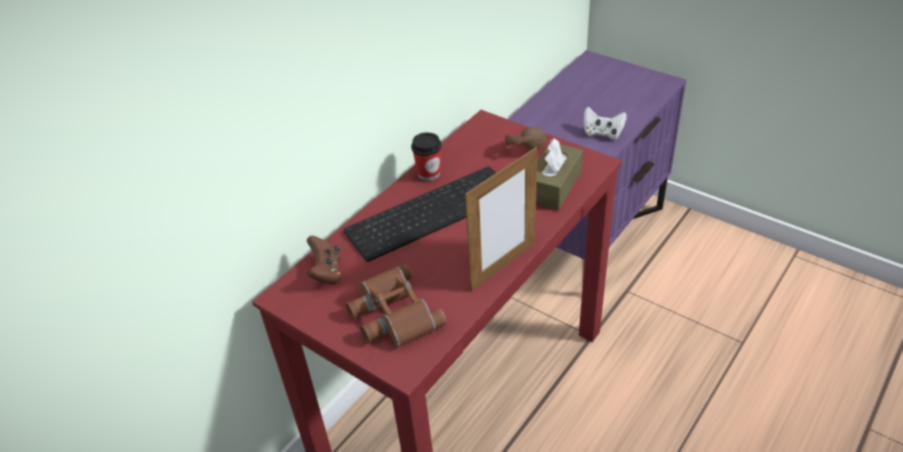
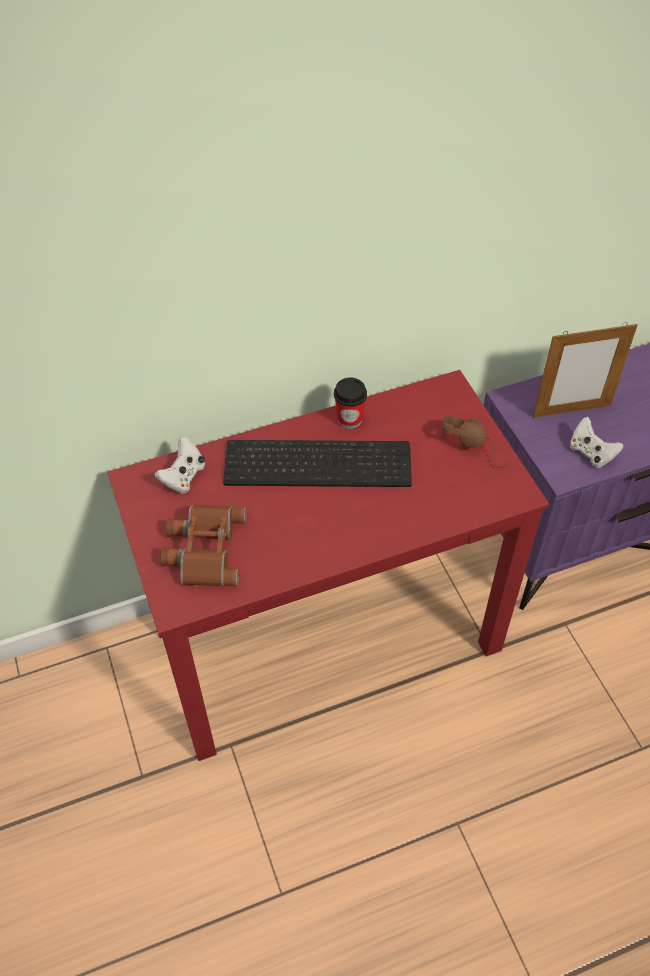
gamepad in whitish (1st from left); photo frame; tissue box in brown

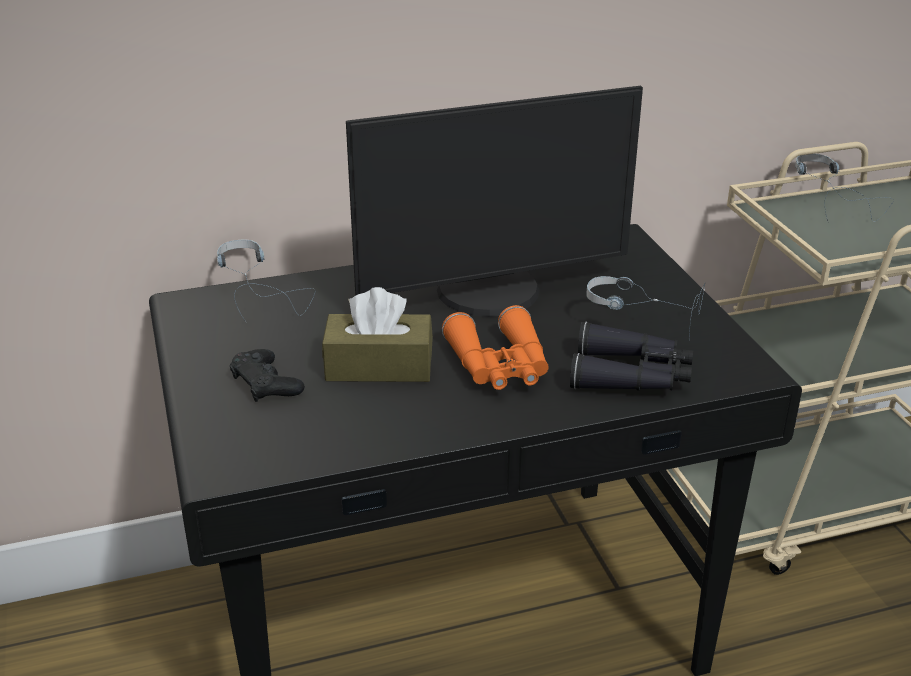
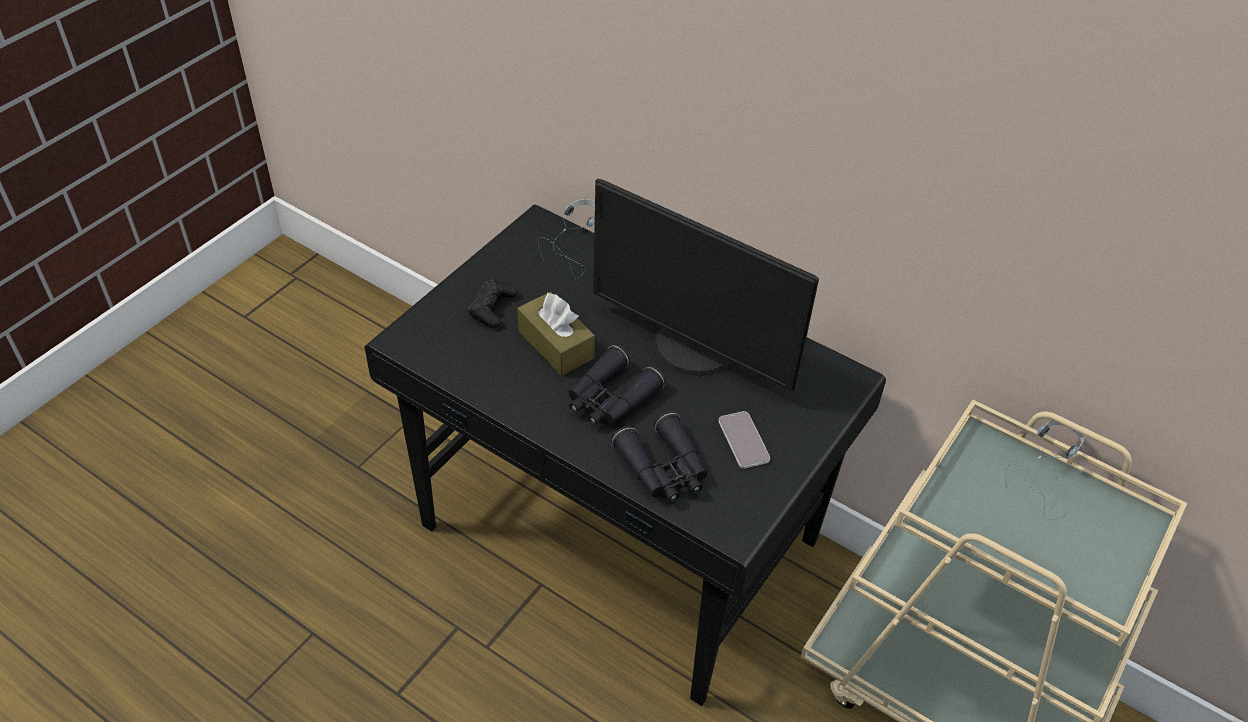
binoculars in black (1st from left); telephone

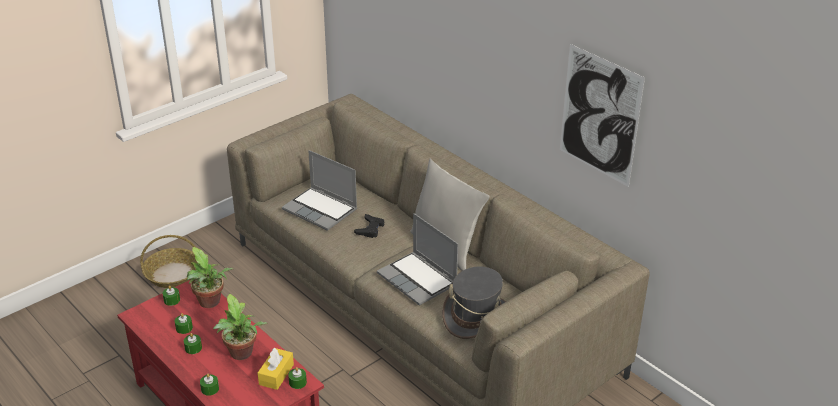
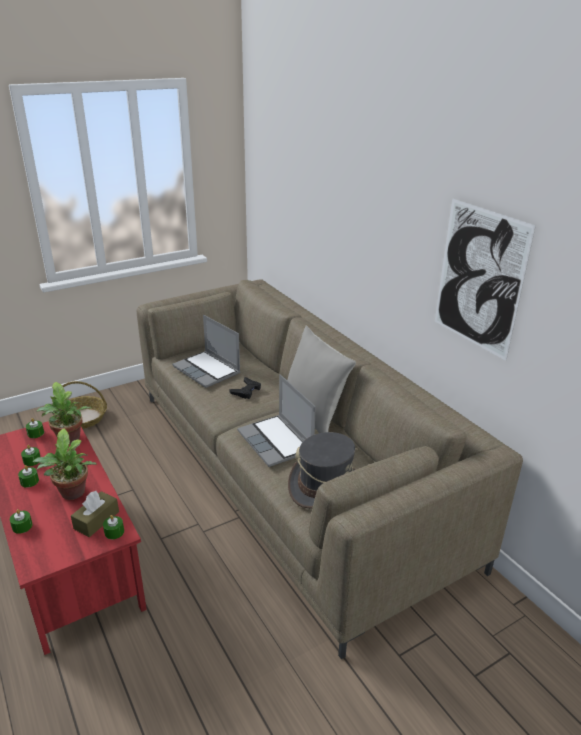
tissue box in brown

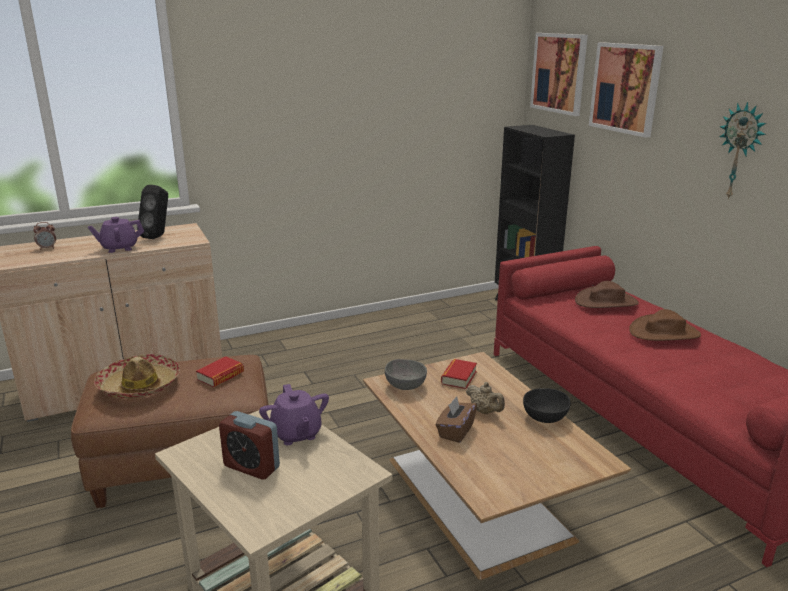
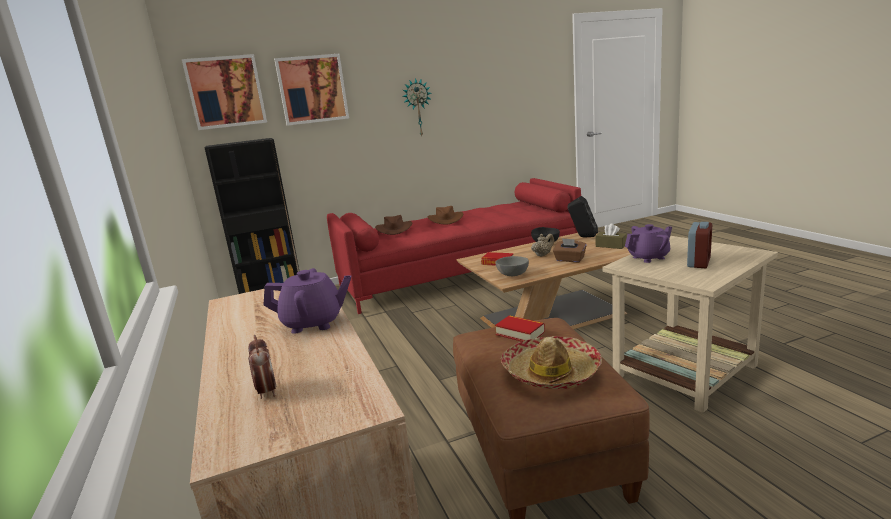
pot for tea in purple (1st from left); audio speaker in black; tissue box in brown (2nd from left)

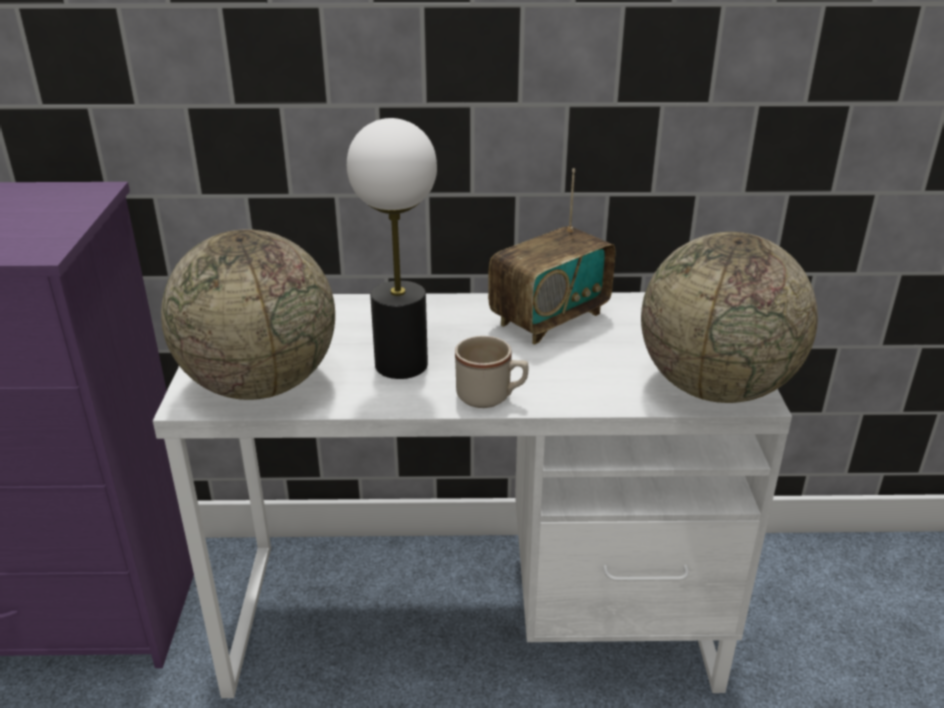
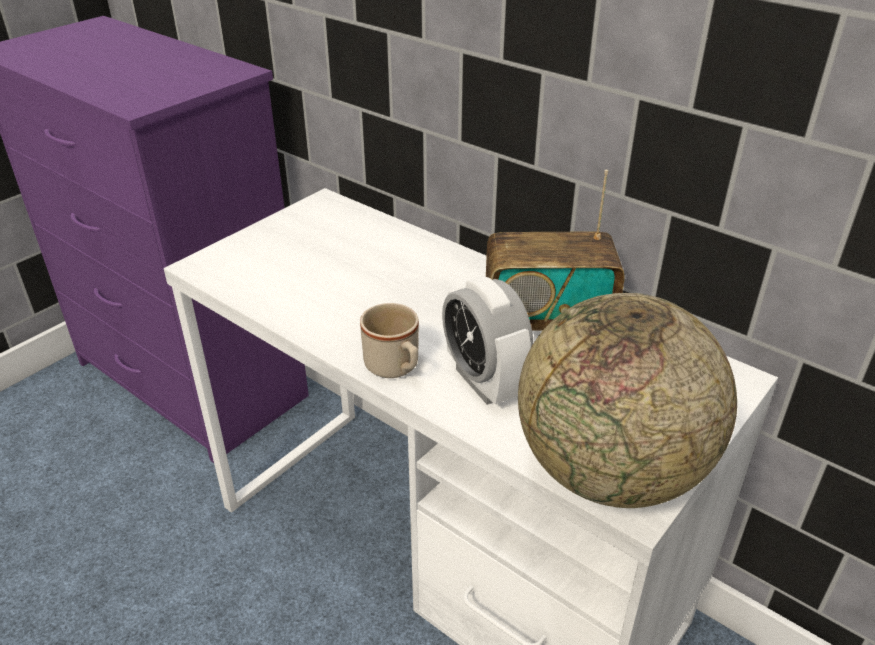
globe (1st from left in the first image); tabletop lamp; alarm clock

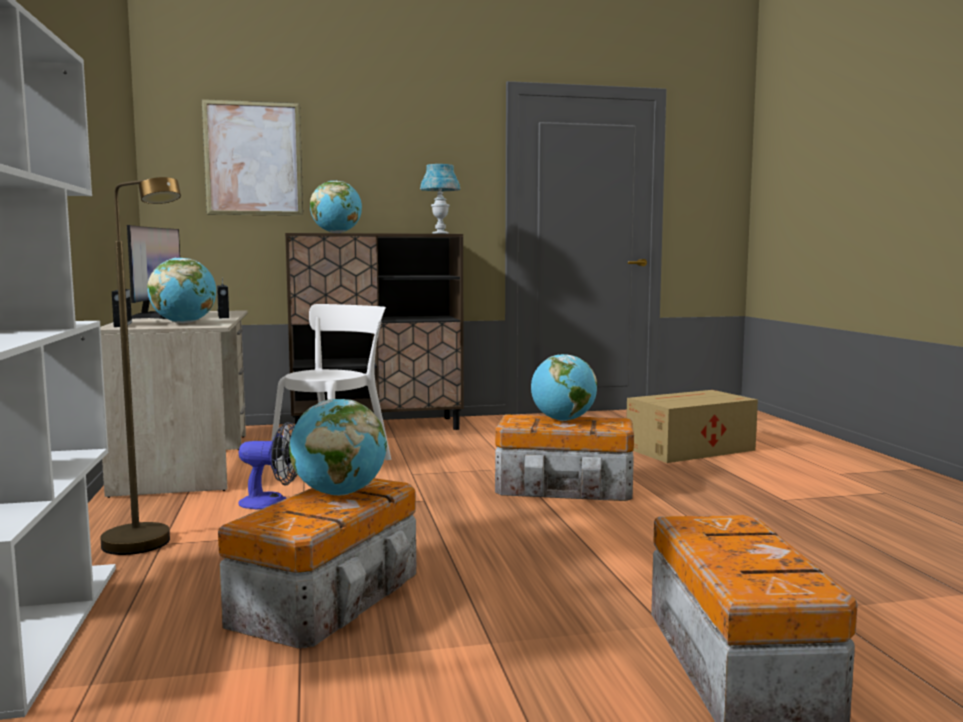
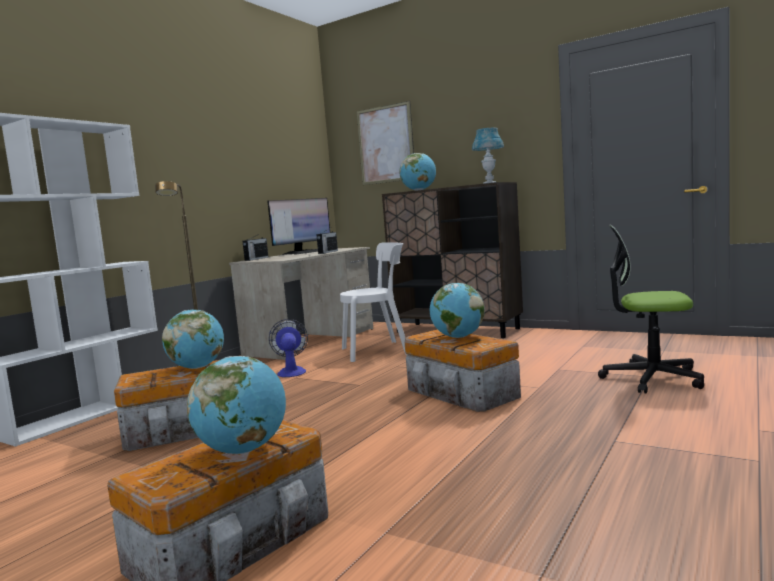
globe (2nd from left); cooling fan; office chair

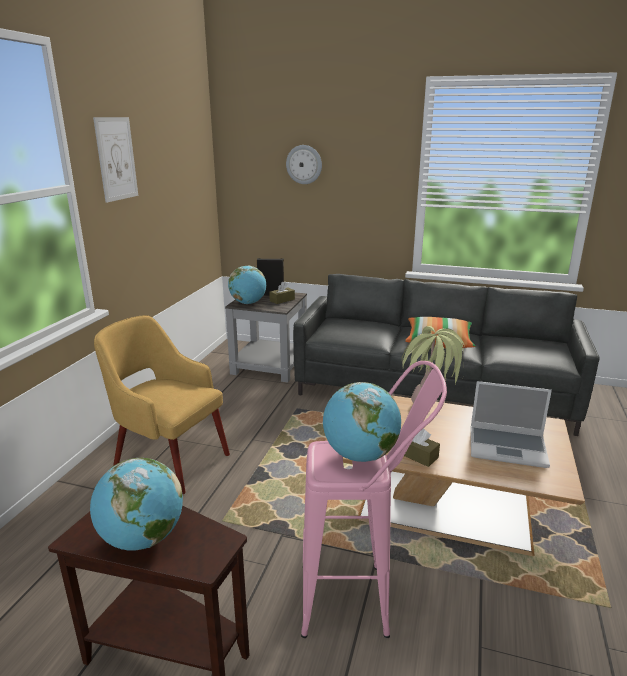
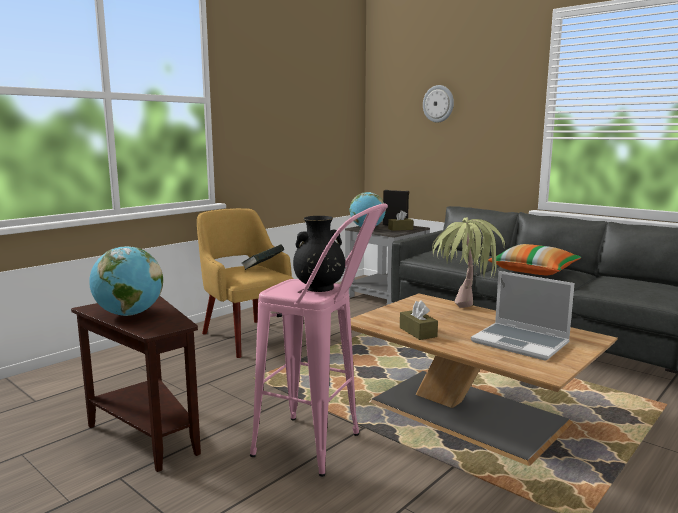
wall art; flower vase in black; volume

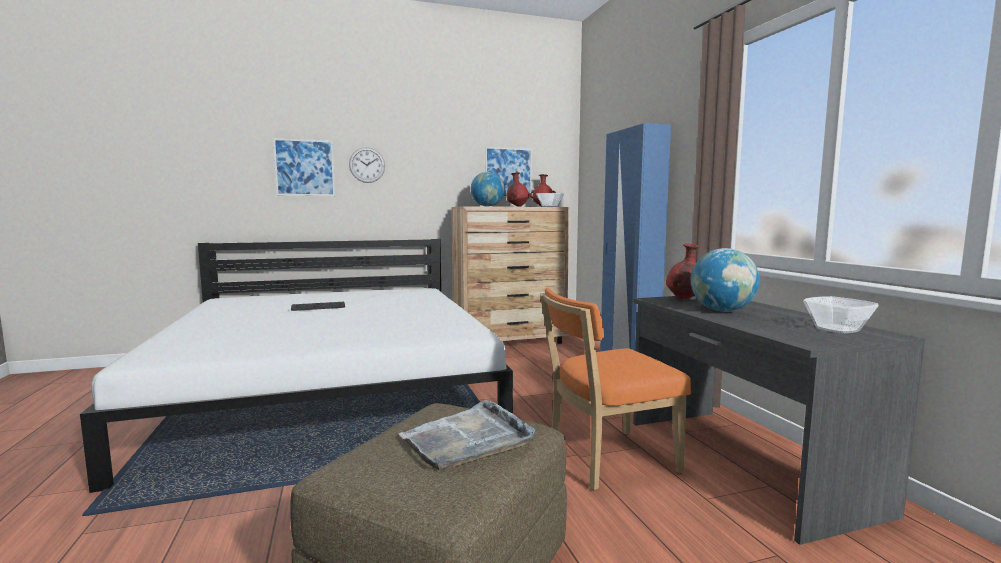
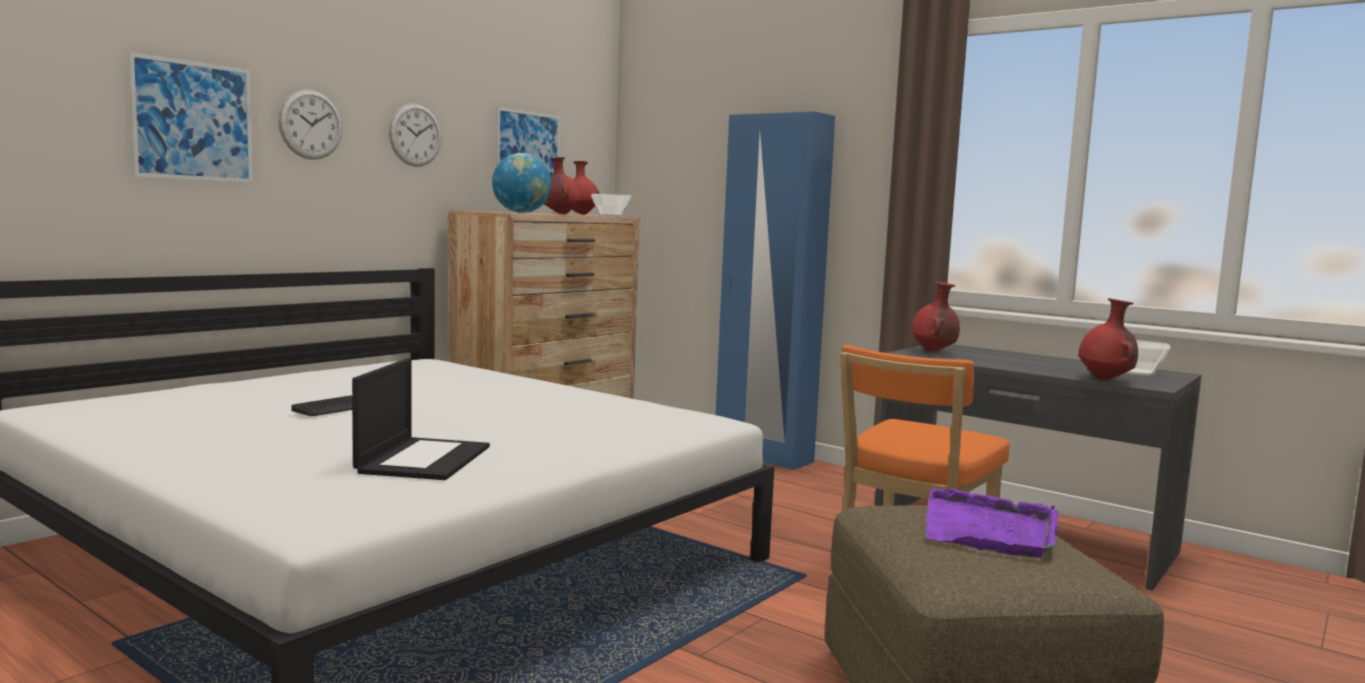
carrying tray in purple; globe (2nd from left in the first image); portable computer; wall clock (2nd from left); flower vase in red (4th from left)

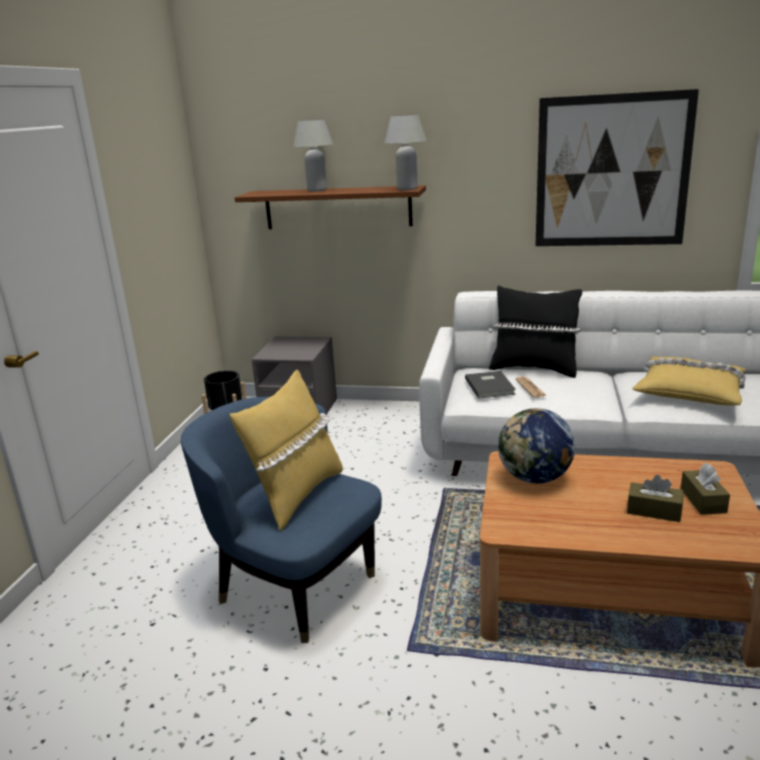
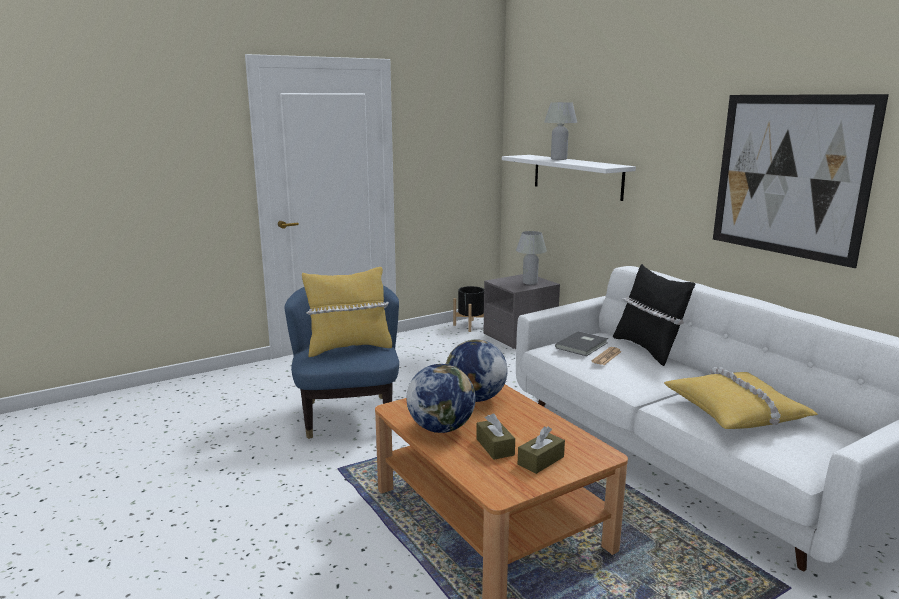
wall shelf in whitish; tabletop lamp in whitish (1st from left); globe (1st from left)

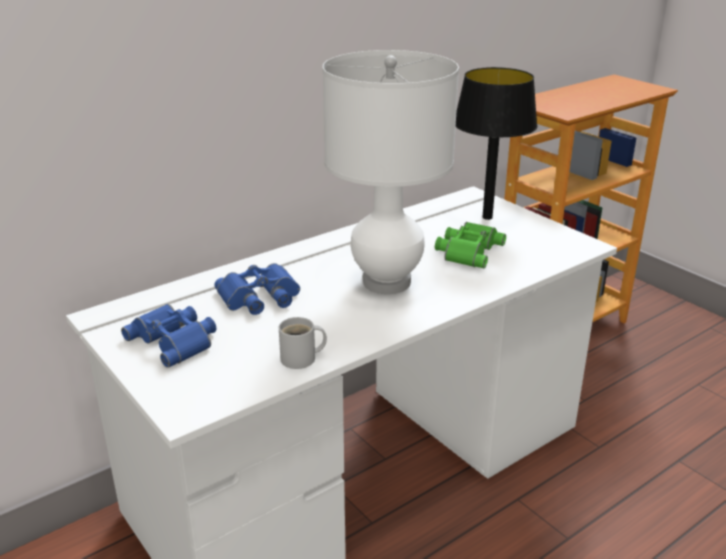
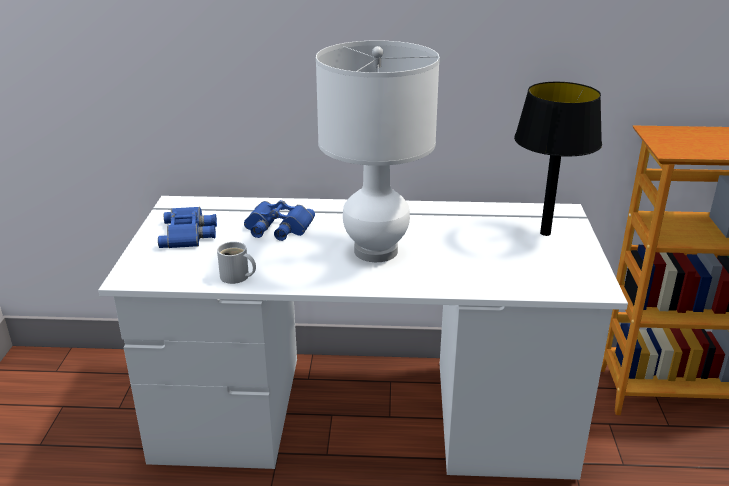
binoculars in green

